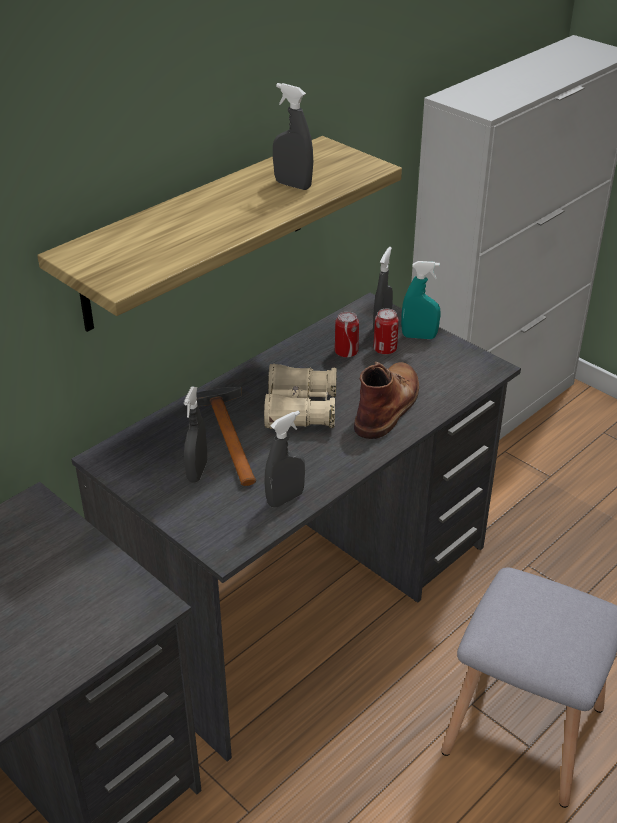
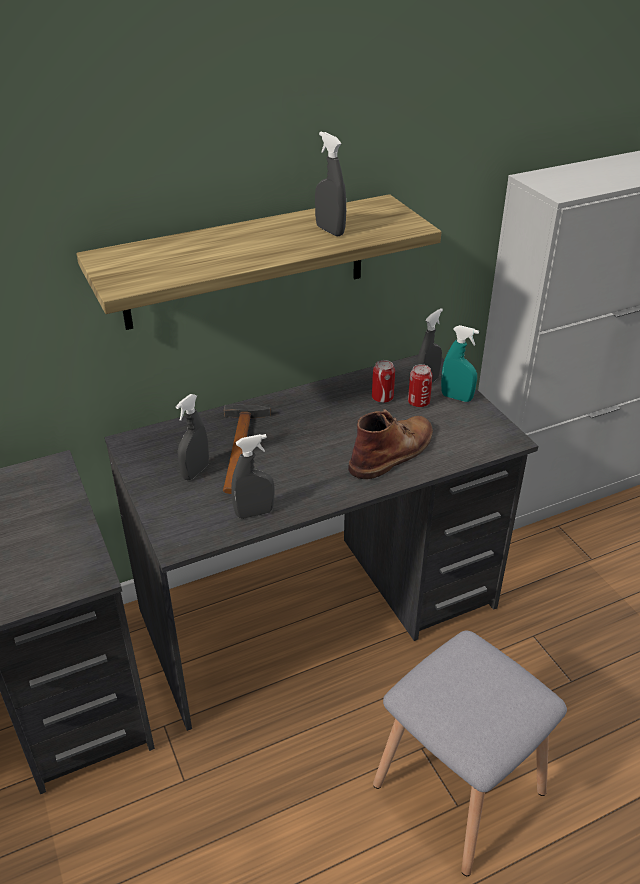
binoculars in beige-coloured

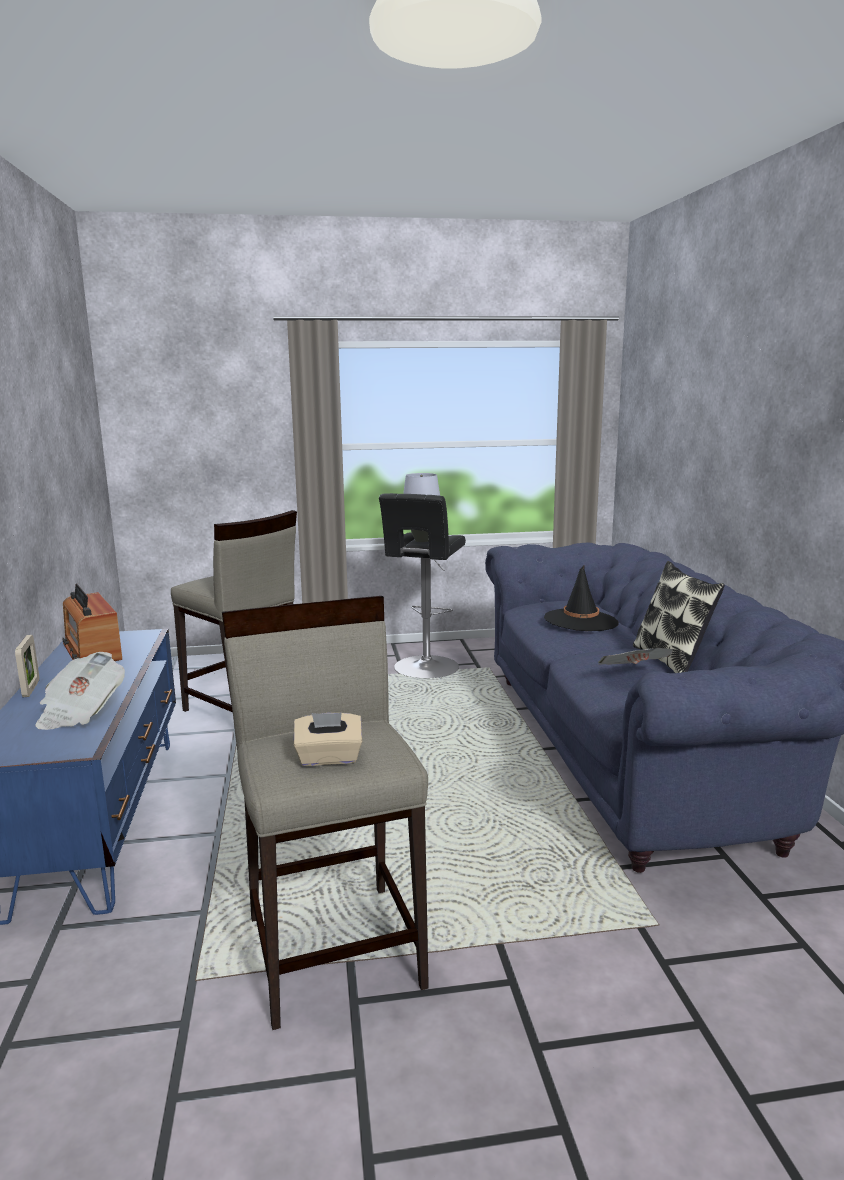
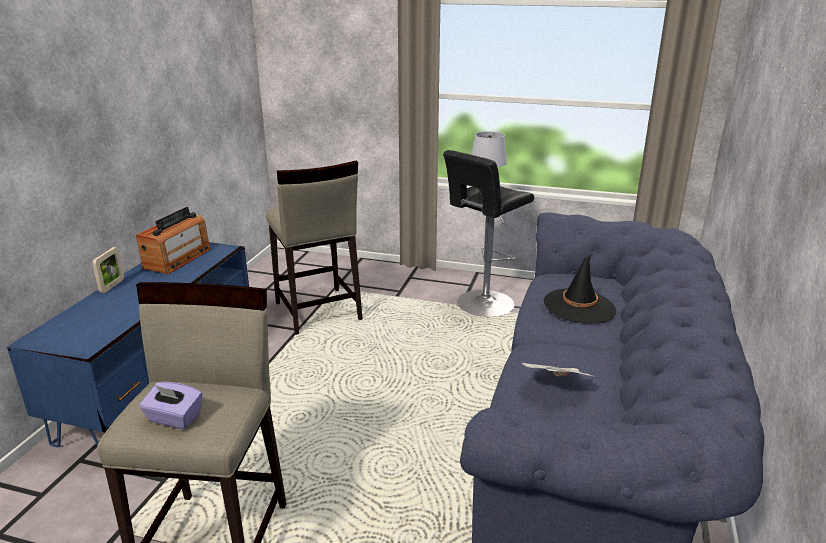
daily paper (1st from left in the first image); radio set; tissue box in purple; throw pillow

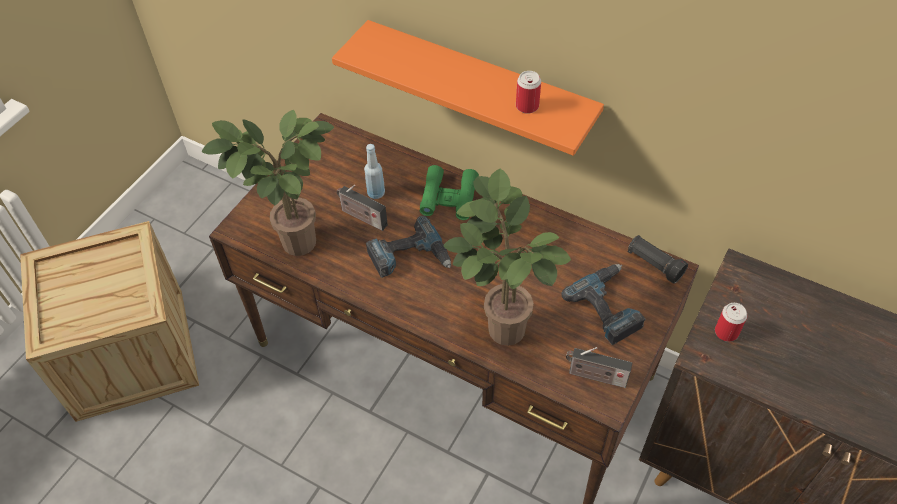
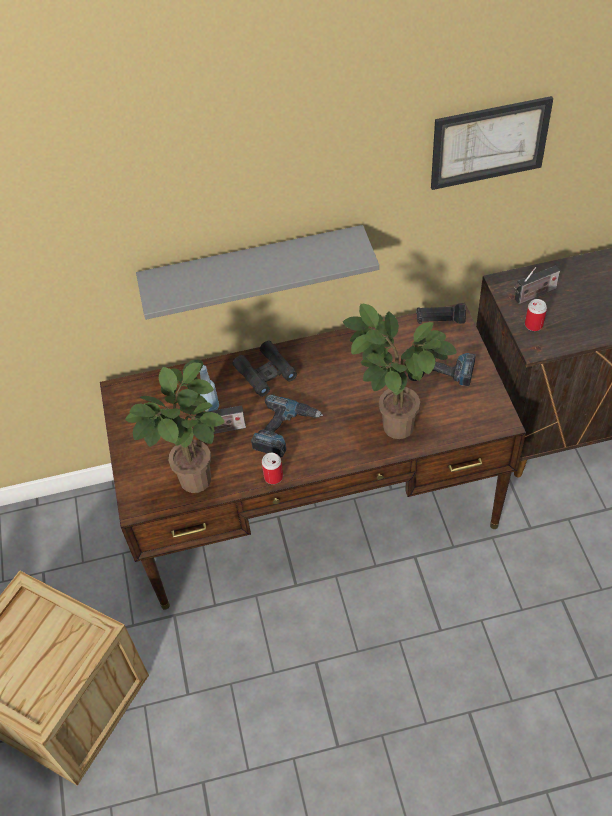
wall shelf in gray; binoculars in black; metal can (1st from left); radio set (2nd from left); wall art

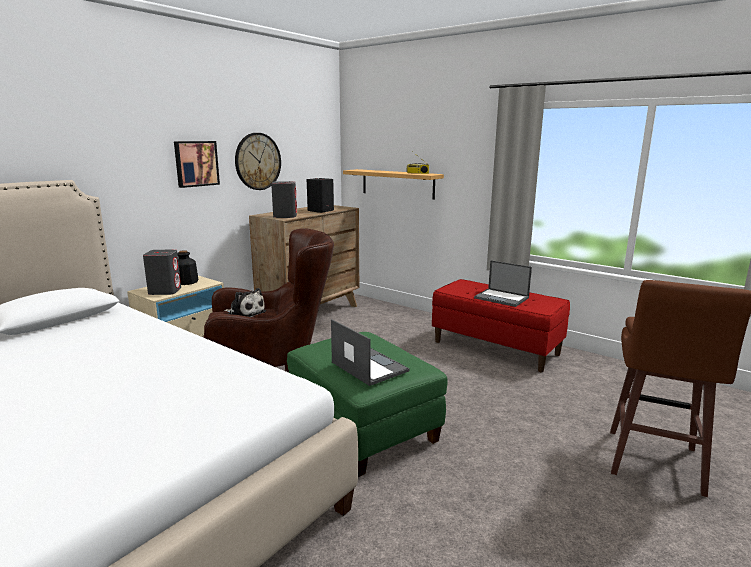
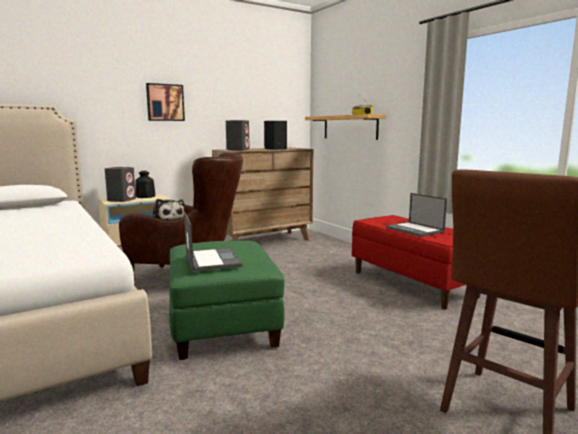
wall clock

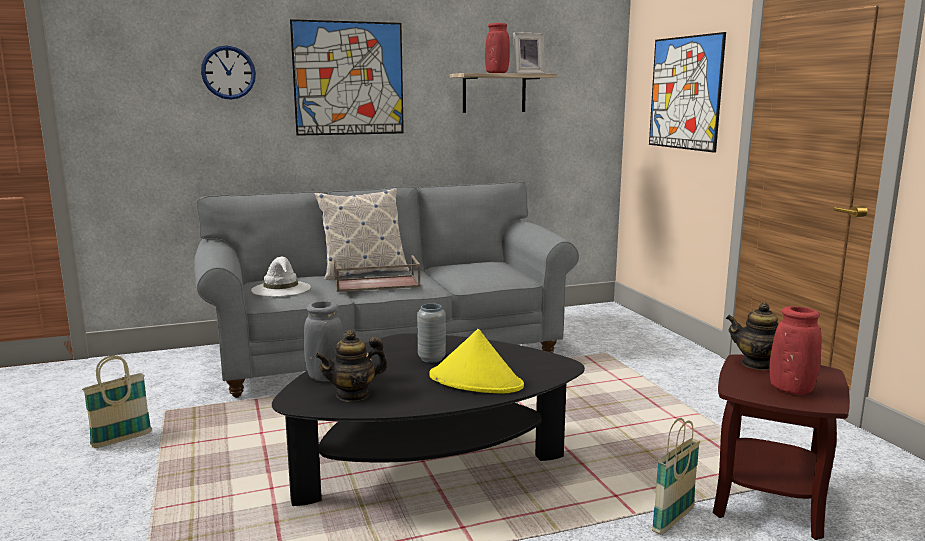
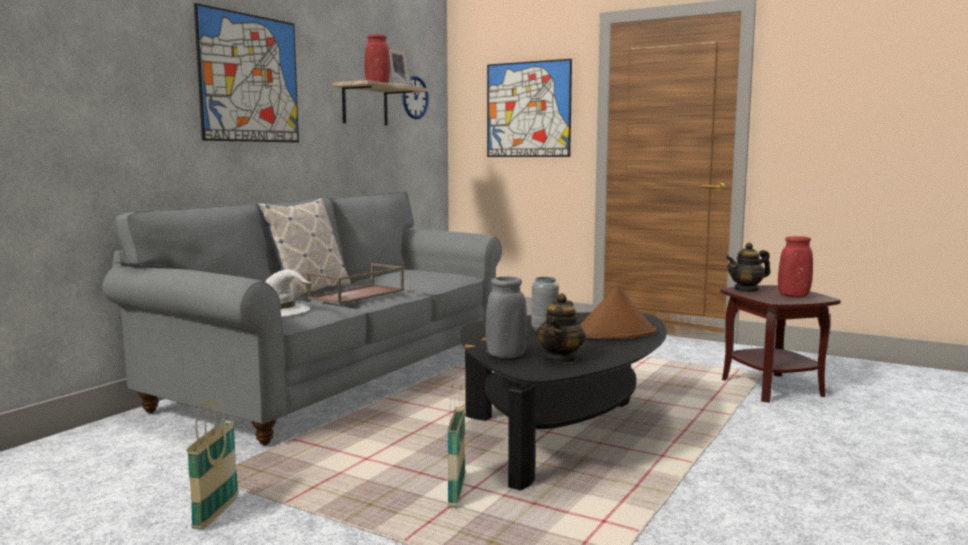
wall clock; clothing hat in brown; household basket (2nd from left)

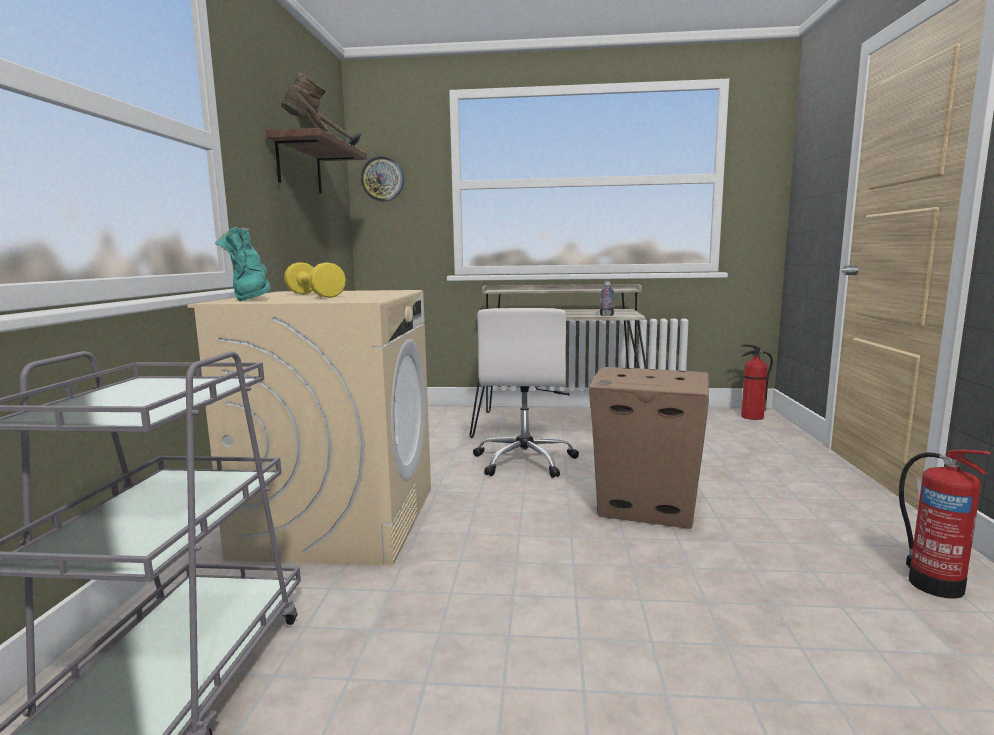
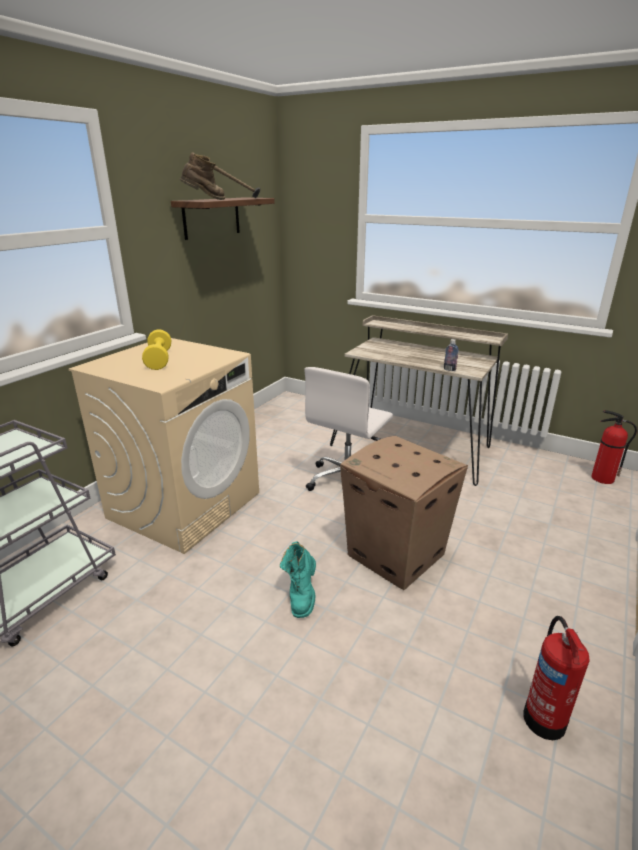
boot in turquoise-coloured; wall clock

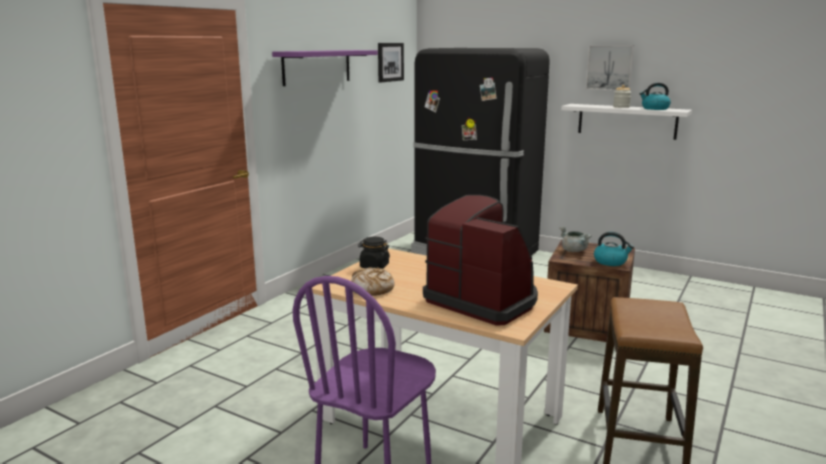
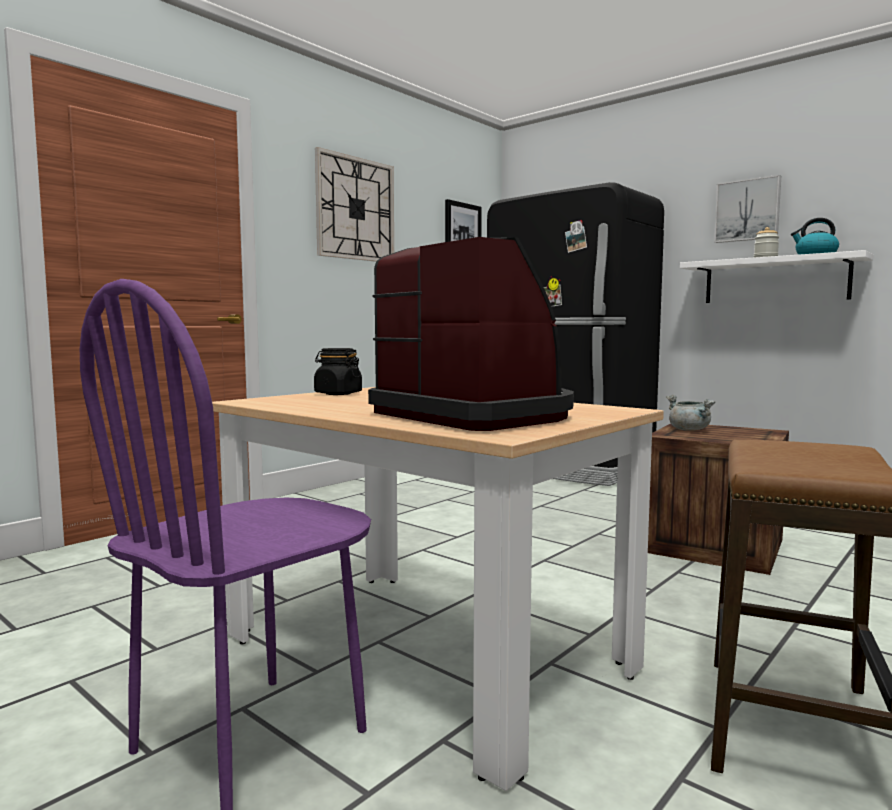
wall clock; bread; water kettle (1st from left in the first image)

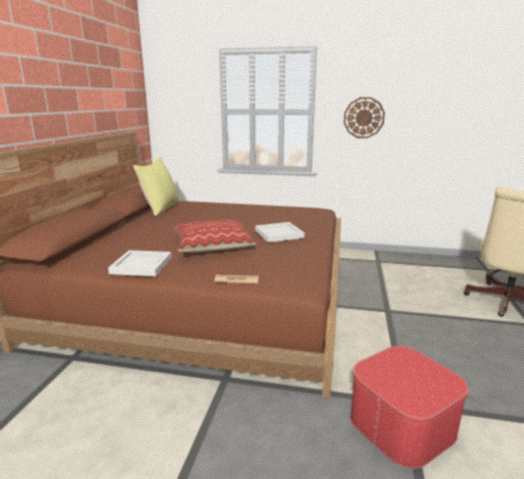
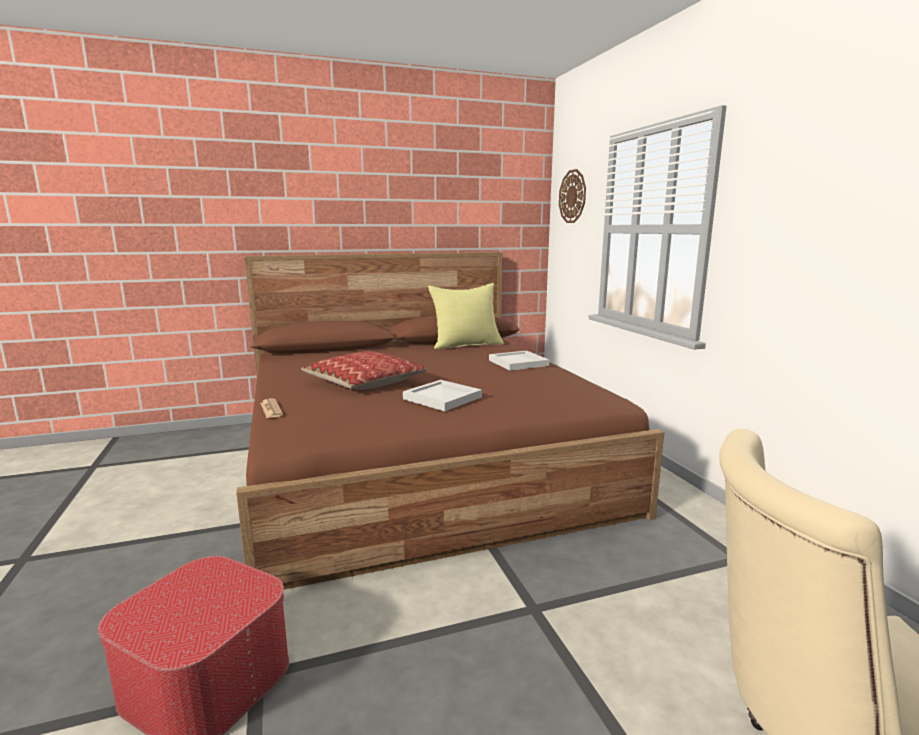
carrying tray in whitish (2nd from left); wall clock

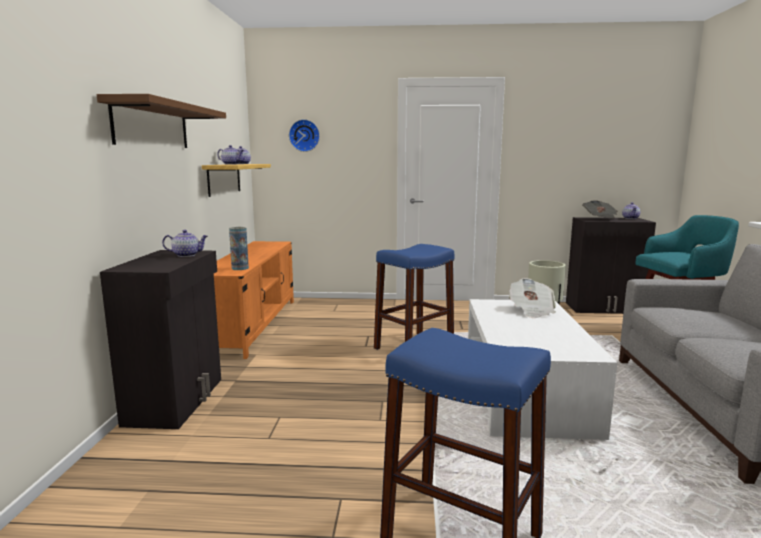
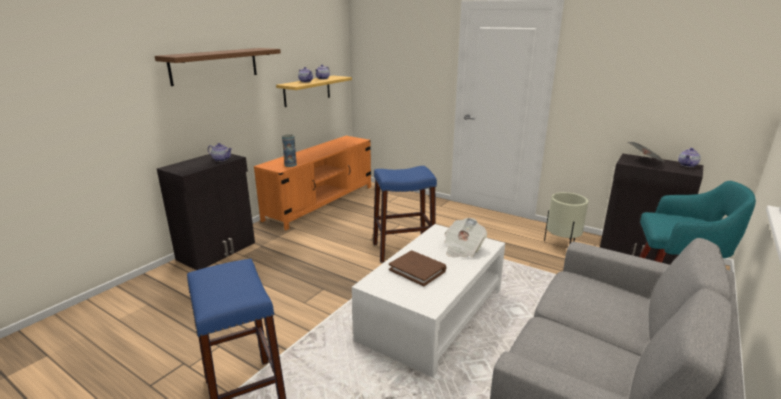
wall clock; volume in brown

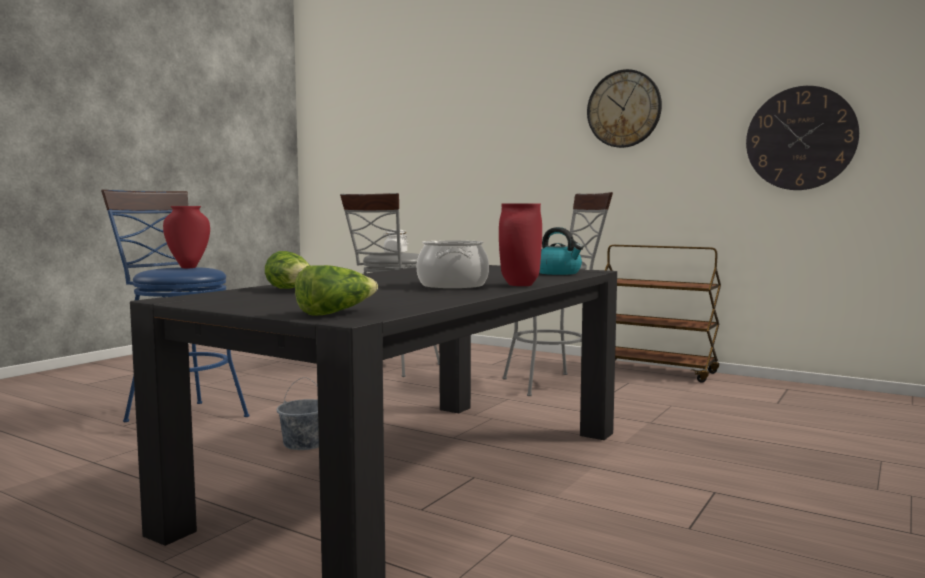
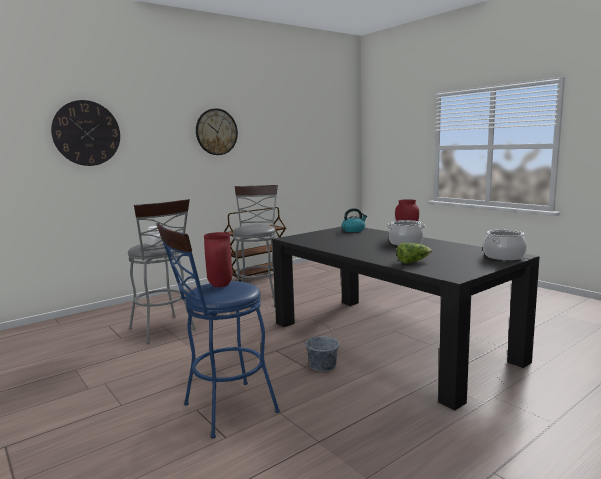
saucepot (2nd from left); wall clock (1st from left)

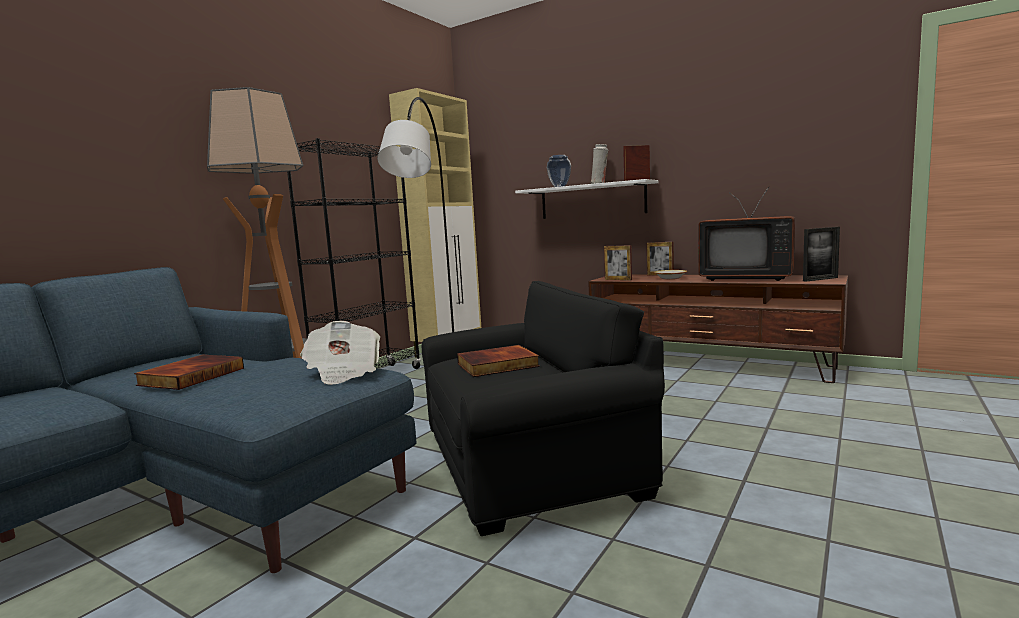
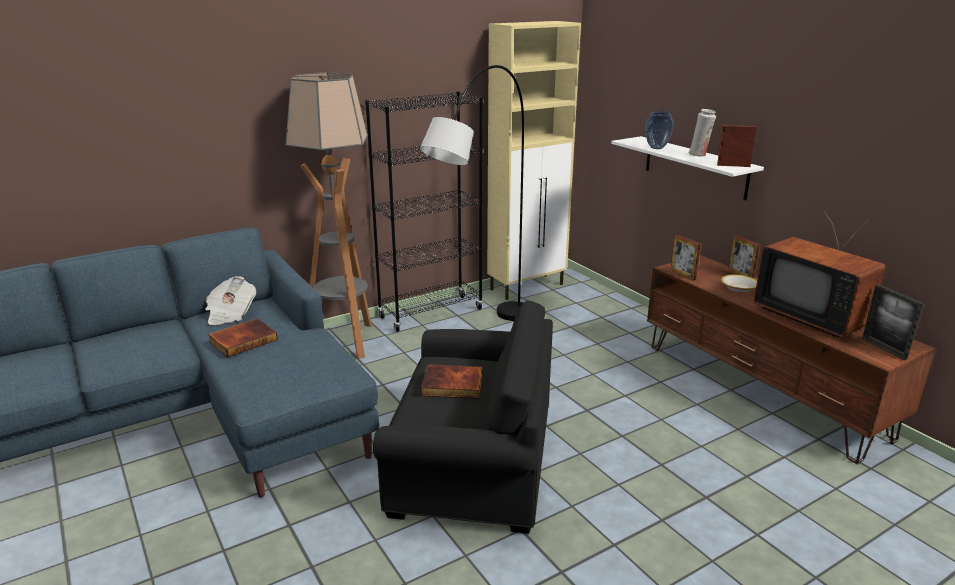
daily paper; photo frame (4th from left)

